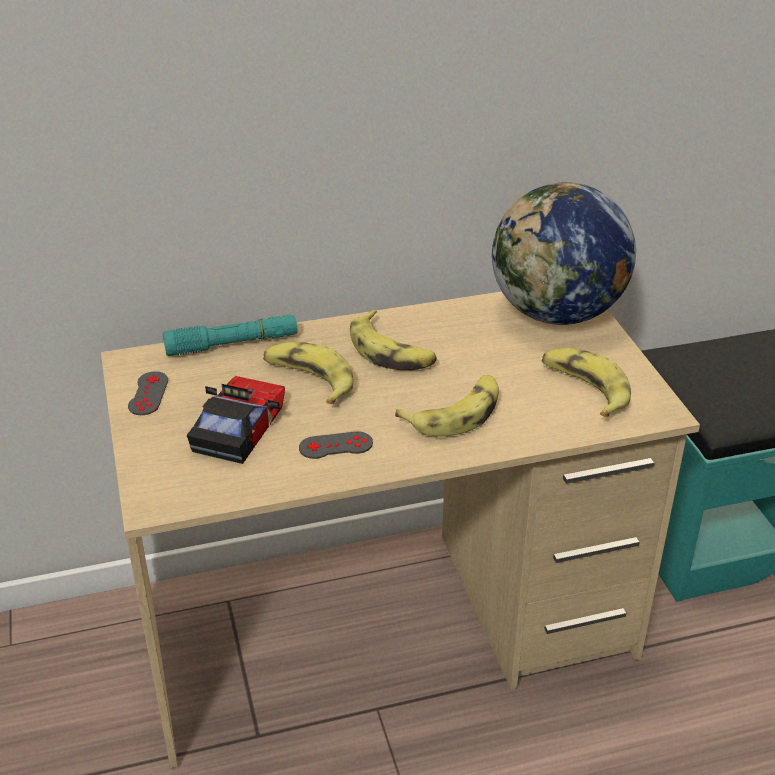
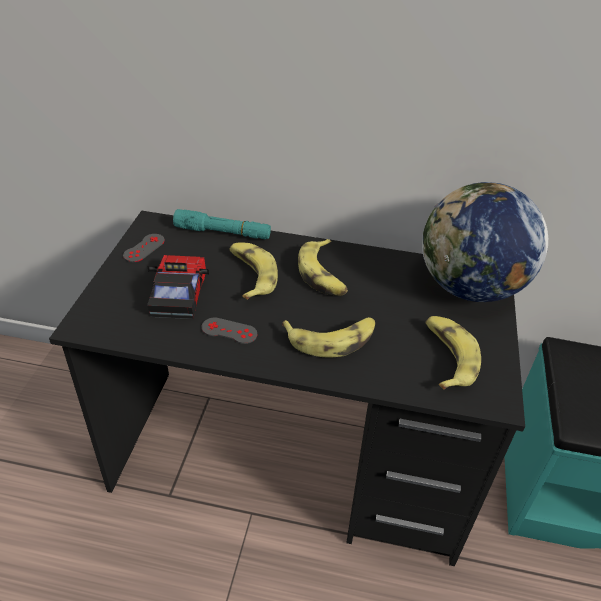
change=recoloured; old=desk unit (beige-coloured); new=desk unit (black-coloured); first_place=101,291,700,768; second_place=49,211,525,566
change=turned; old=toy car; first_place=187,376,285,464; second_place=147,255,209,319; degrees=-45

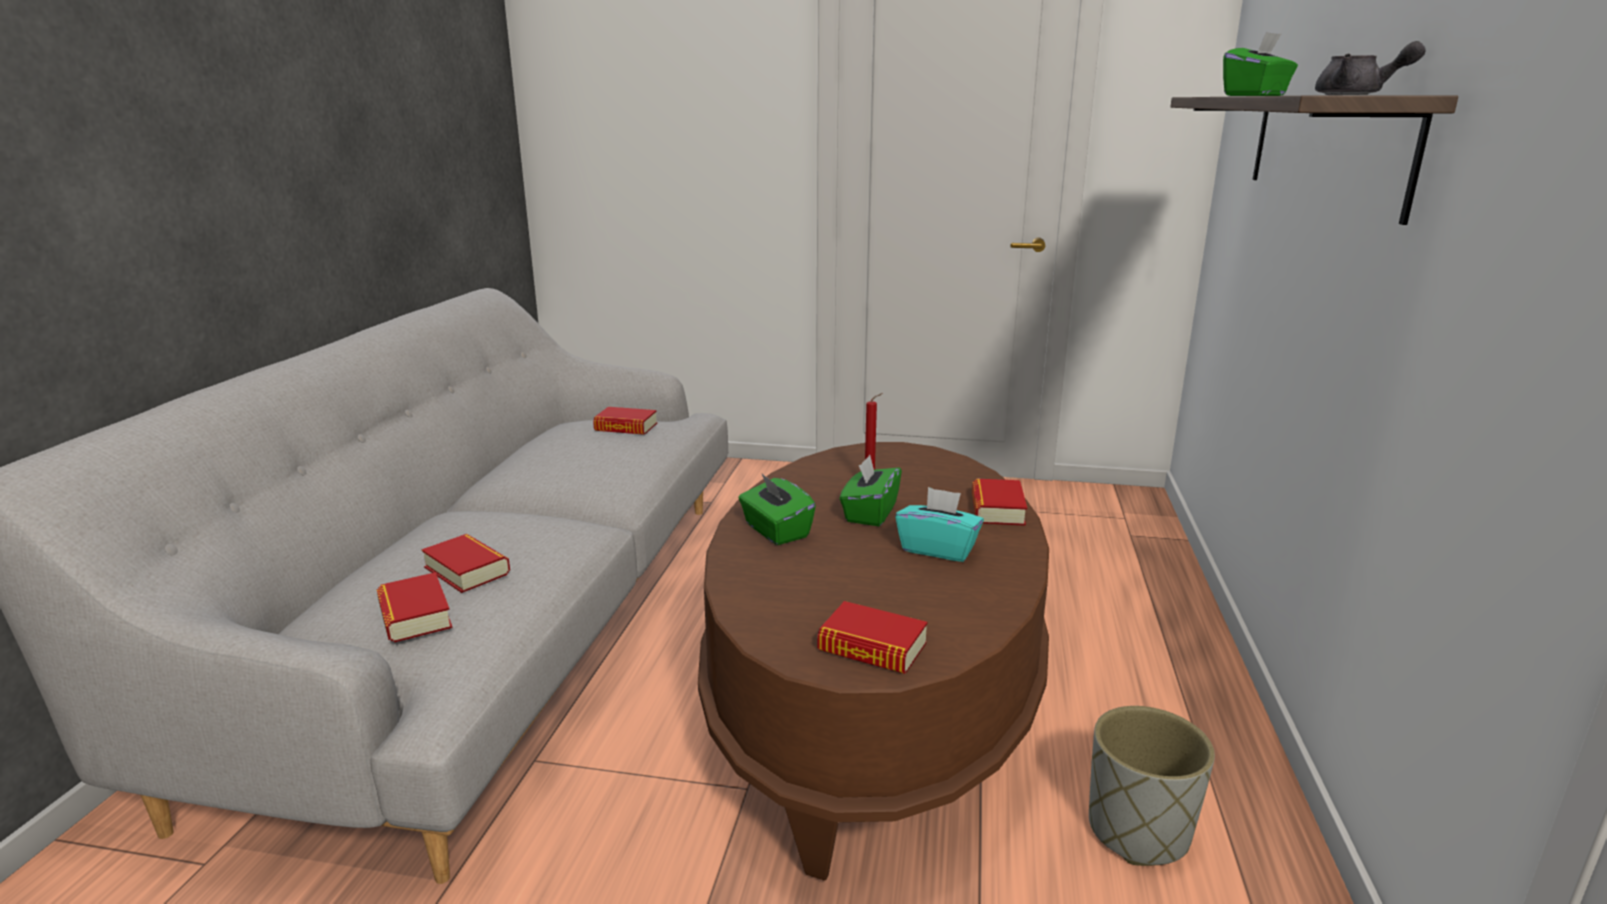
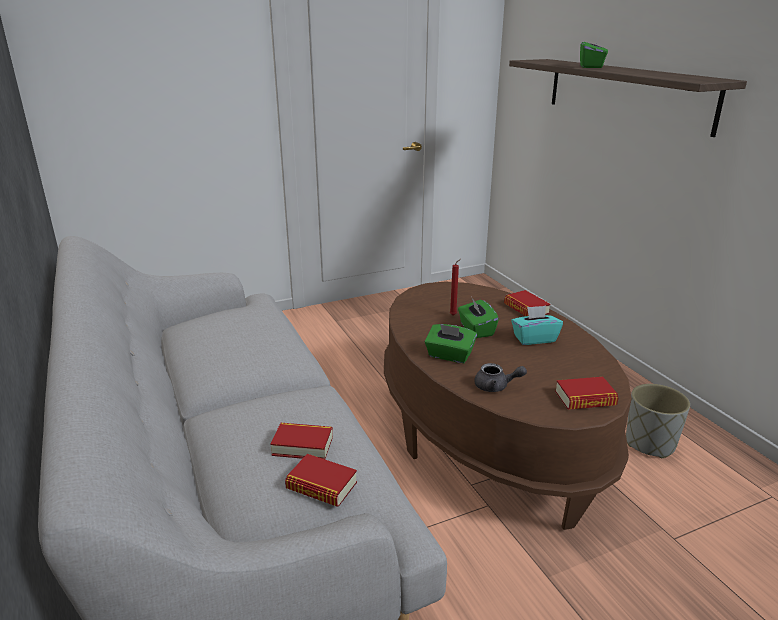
change=removed; old=book; first_place=593,407,657,435
change=moved; old=teapot (grey); first_place=1315,41,1426,95; second_place=474,363,527,392

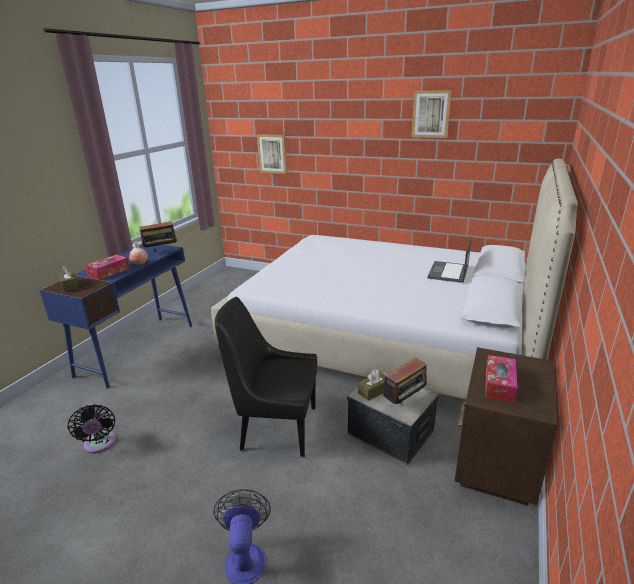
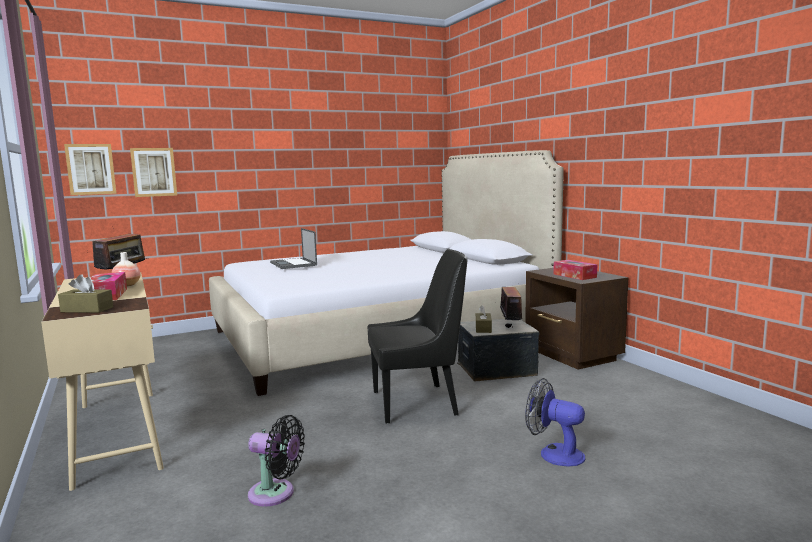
change=recoloured; old=desk unit (blue-coloured); new=desk unit (beige-coloured); first_place=40,245,192,389; second_place=41,272,164,491
change=turned; old=upright chair (black-coloured); first_place=215,297,317,457; second_place=368,249,467,424; degrees=-150
change=moved; old=wall picture; first_place=411,90,452,138; second_place=64,144,117,195
change=moved; old=portable computer; first_place=427,237,472,283; second_place=270,228,317,269

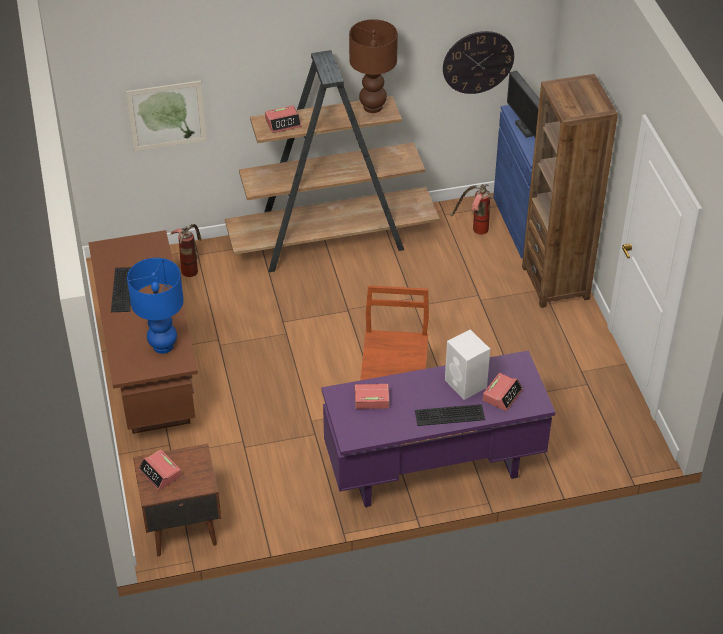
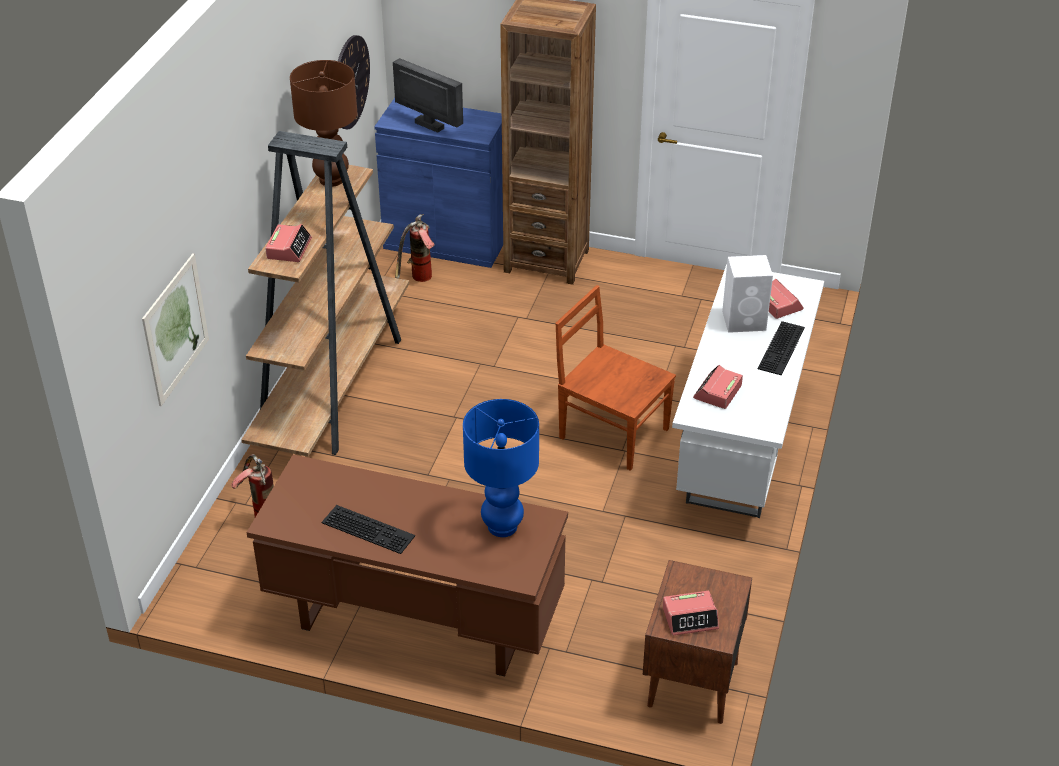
change=recoloured; old=desk unit (purple-coloured); new=desk unit (white); first_place=322,350,555,507; second_place=672,264,824,518
change=turned; old=computer display; first_place=507,71,540,138; second_place=393,58,463,133; degrees=-150

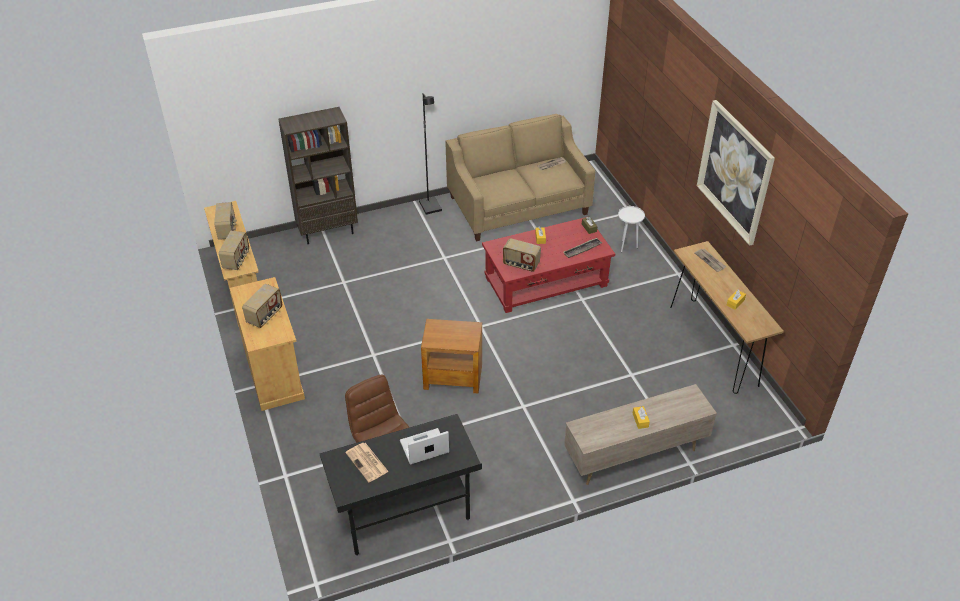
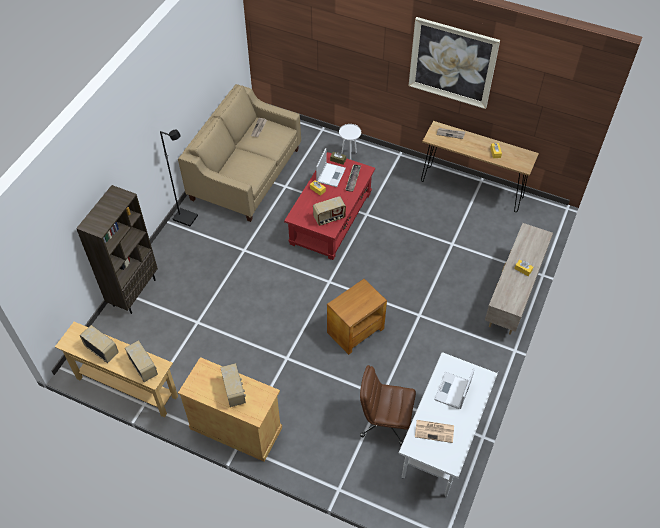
change=recoloured; old=desk unit (black-coloured); new=desk unit (white); first_place=320,414,482,556; second_place=399,352,498,497
change=added; new=portable computer; second_place=316,148,346,187

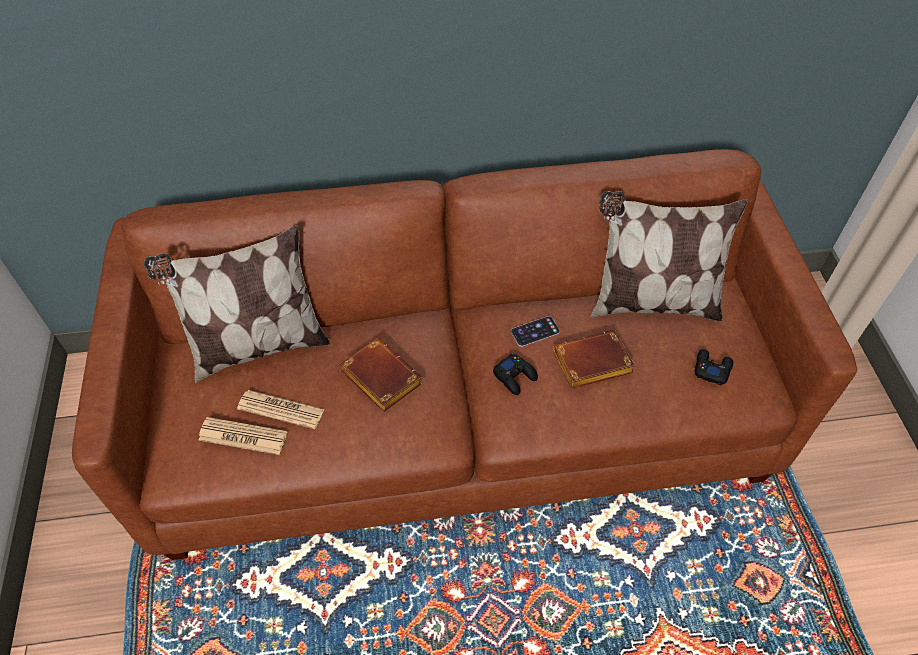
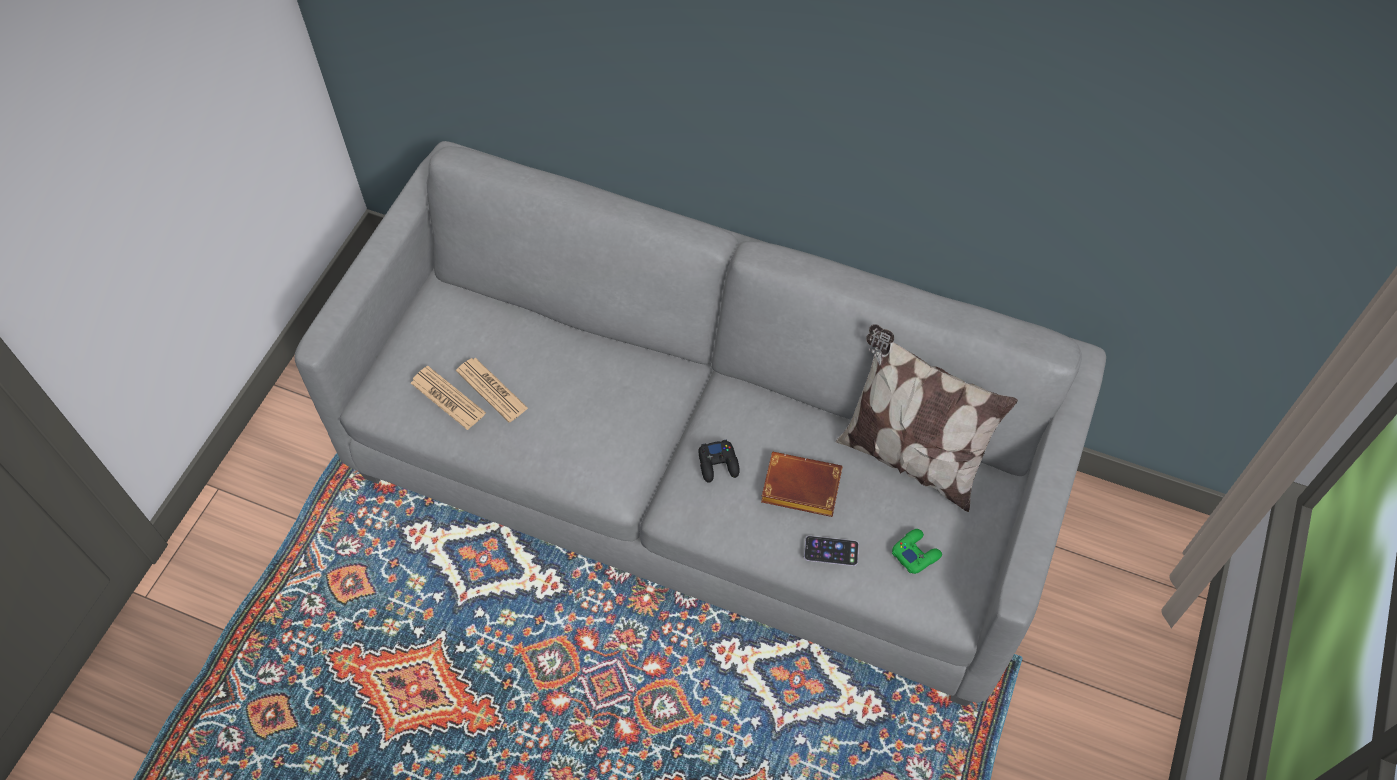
change=recoloured; old=settee (brown); new=settee (grey); first_place=72,149,857,560; second_place=295,141,1106,706
change=removed; old=pillow; first_place=143,225,330,383
change=removed; old=book (brown); first_place=340,338,423,412
change=moved; old=phone; first_place=511,316,560,347; second_place=804,536,859,566
change=recoloured; old=game controller (black-coloured); new=game controller (green-coloured); first_place=695,349,733,385; second_place=892,529,942,574

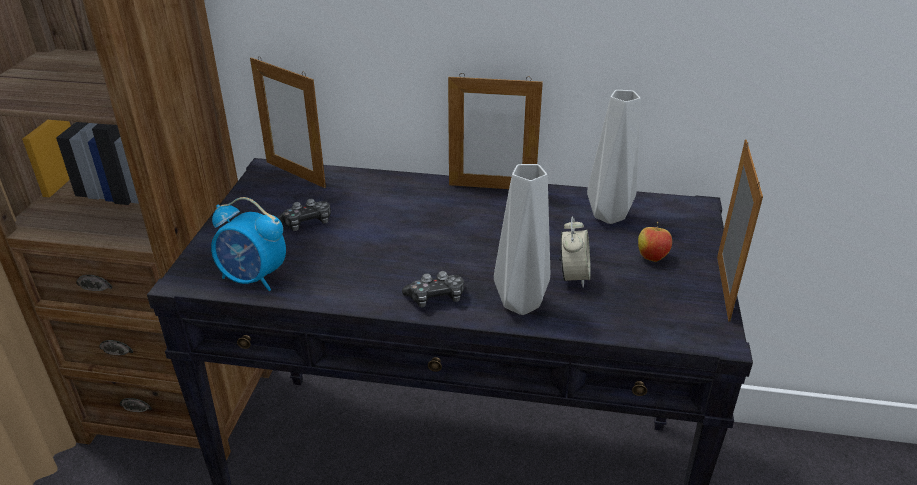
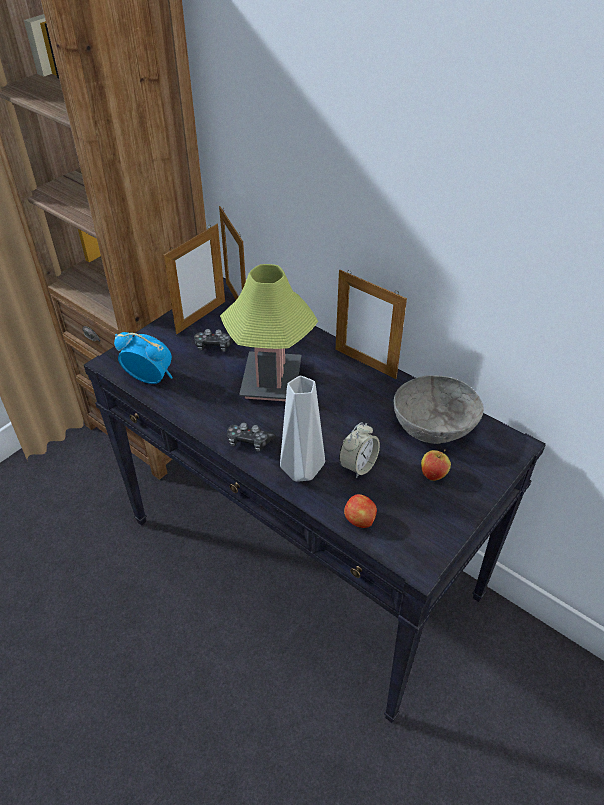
change=turned; old=bedside clock; first_place=211,197,286,291; second_place=114,332,173,384; degrees=150
change=replaced; old=flower vase (grey); new=serving bowl (grey); first_place=587,90,641,224; second_place=393,375,484,444
change=moved; old=picture frame; first_place=717,140,763,322; second_place=163,224,225,334
change=added; new=lamp for a table; second_place=220,264,318,401
change=added; new=apple; second_place=344,494,377,528

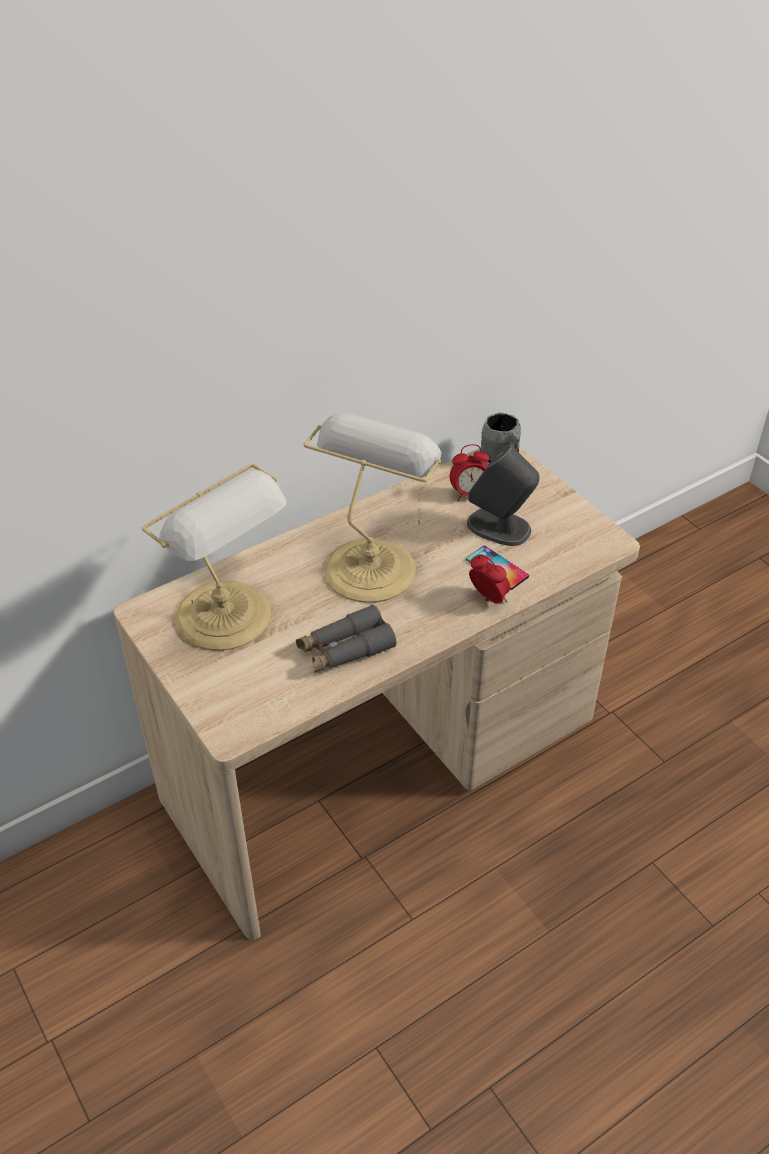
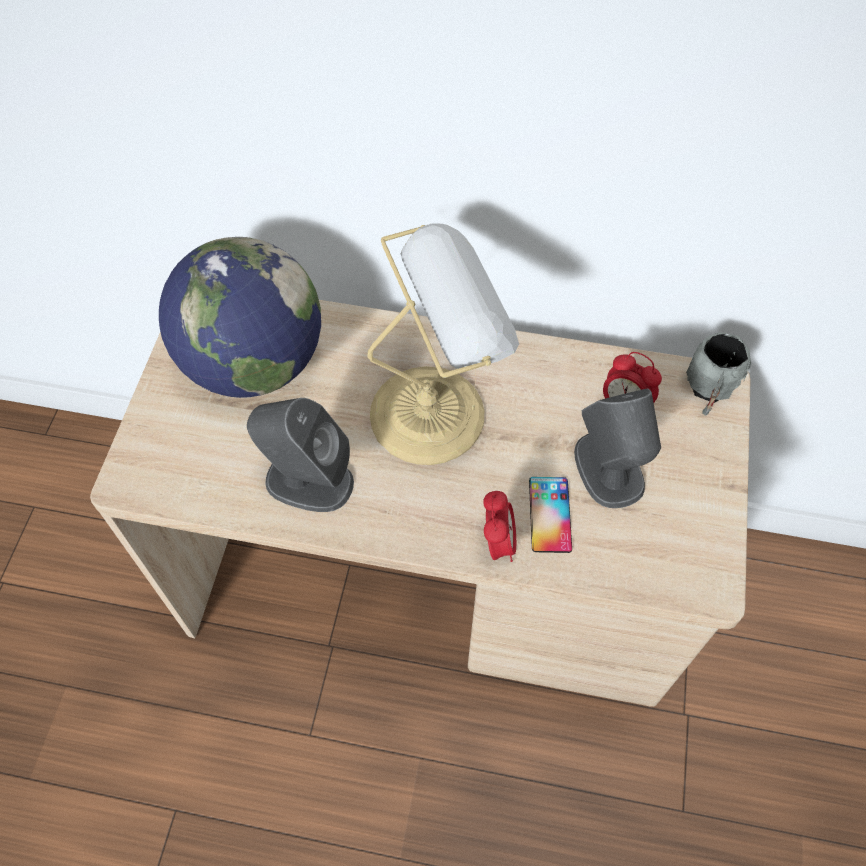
change=replaced; old=lamp for a table; new=desk globe; first_place=142,463,286,651; second_place=159,237,321,398
change=replaced; old=pair of binoculars (grey); new=loudspeaker (grey); first_place=296,605,397,673; second_place=247,398,354,512

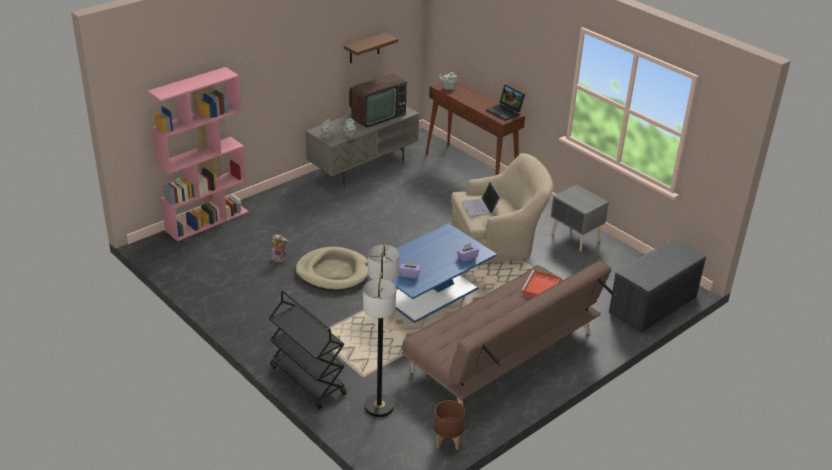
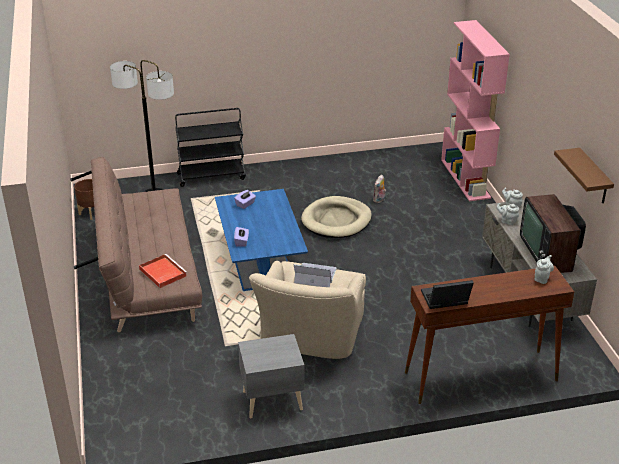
change=removed; old=long seat (grey); first_place=609,239,706,333

